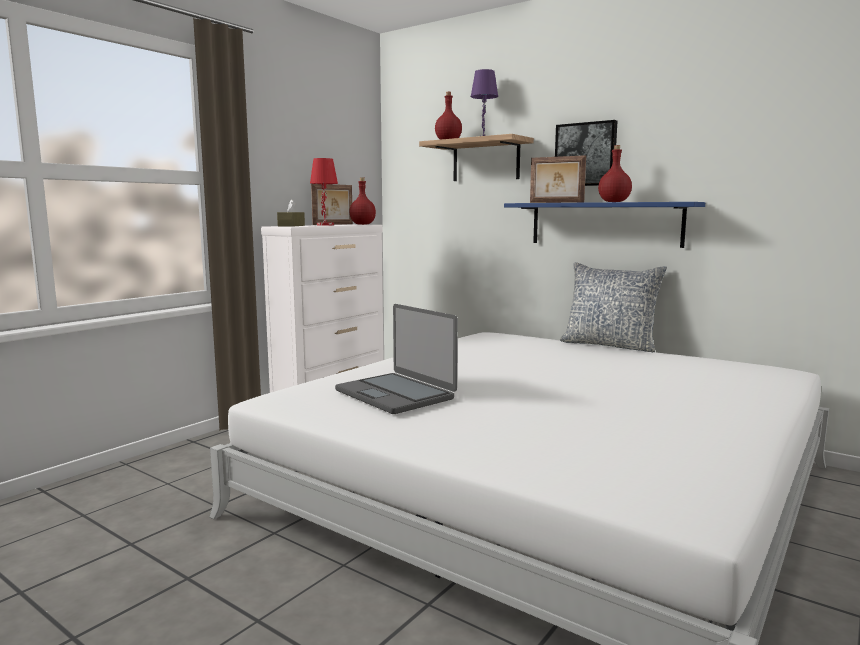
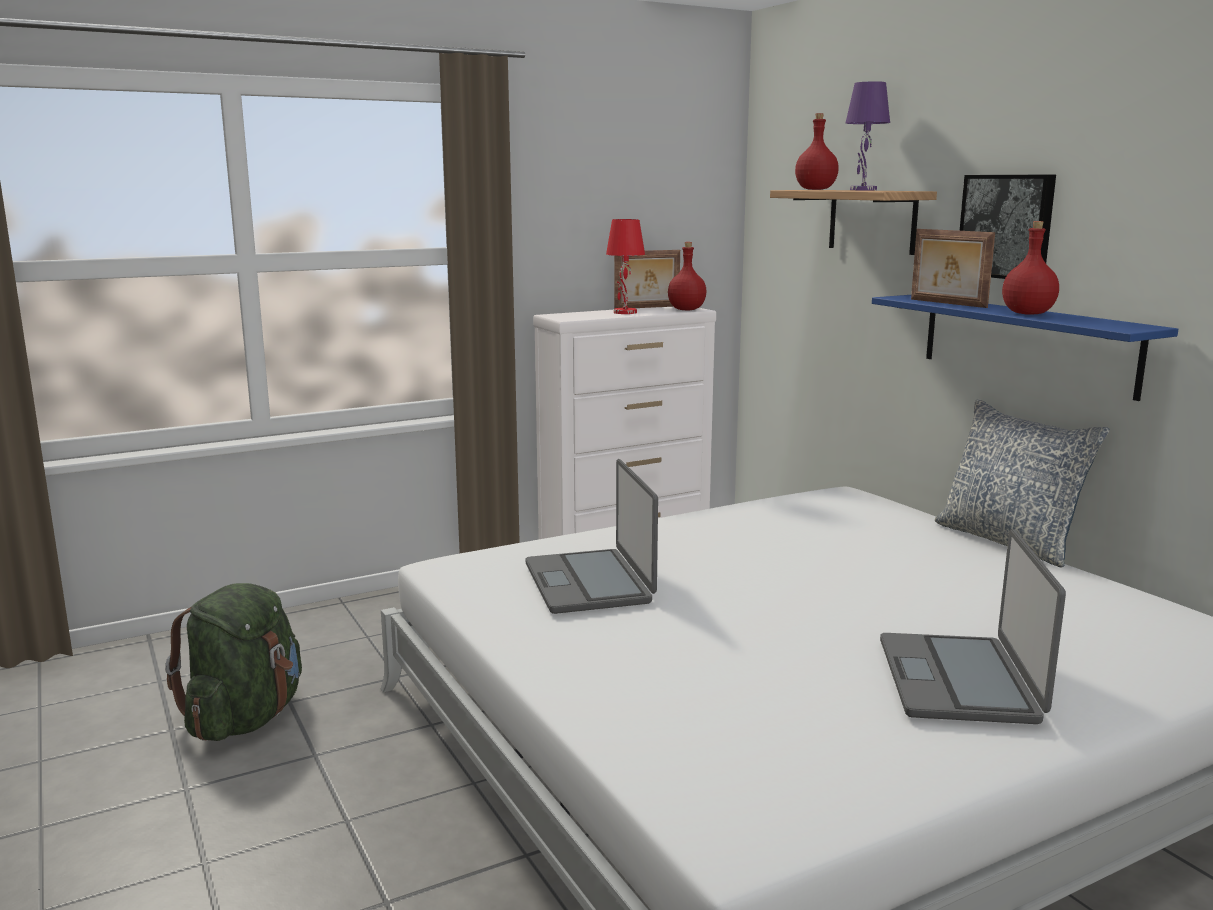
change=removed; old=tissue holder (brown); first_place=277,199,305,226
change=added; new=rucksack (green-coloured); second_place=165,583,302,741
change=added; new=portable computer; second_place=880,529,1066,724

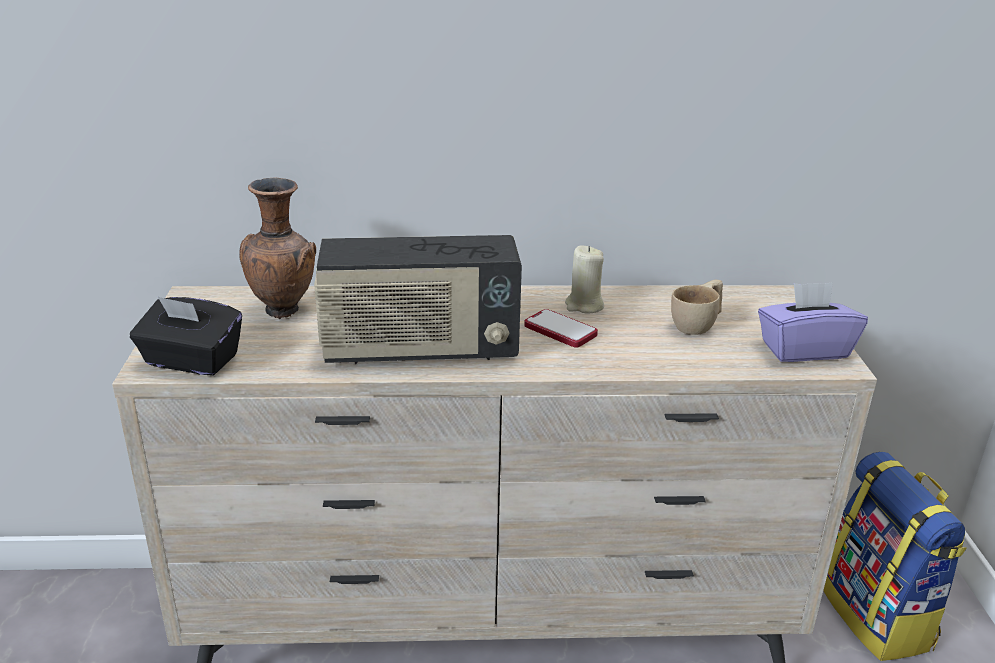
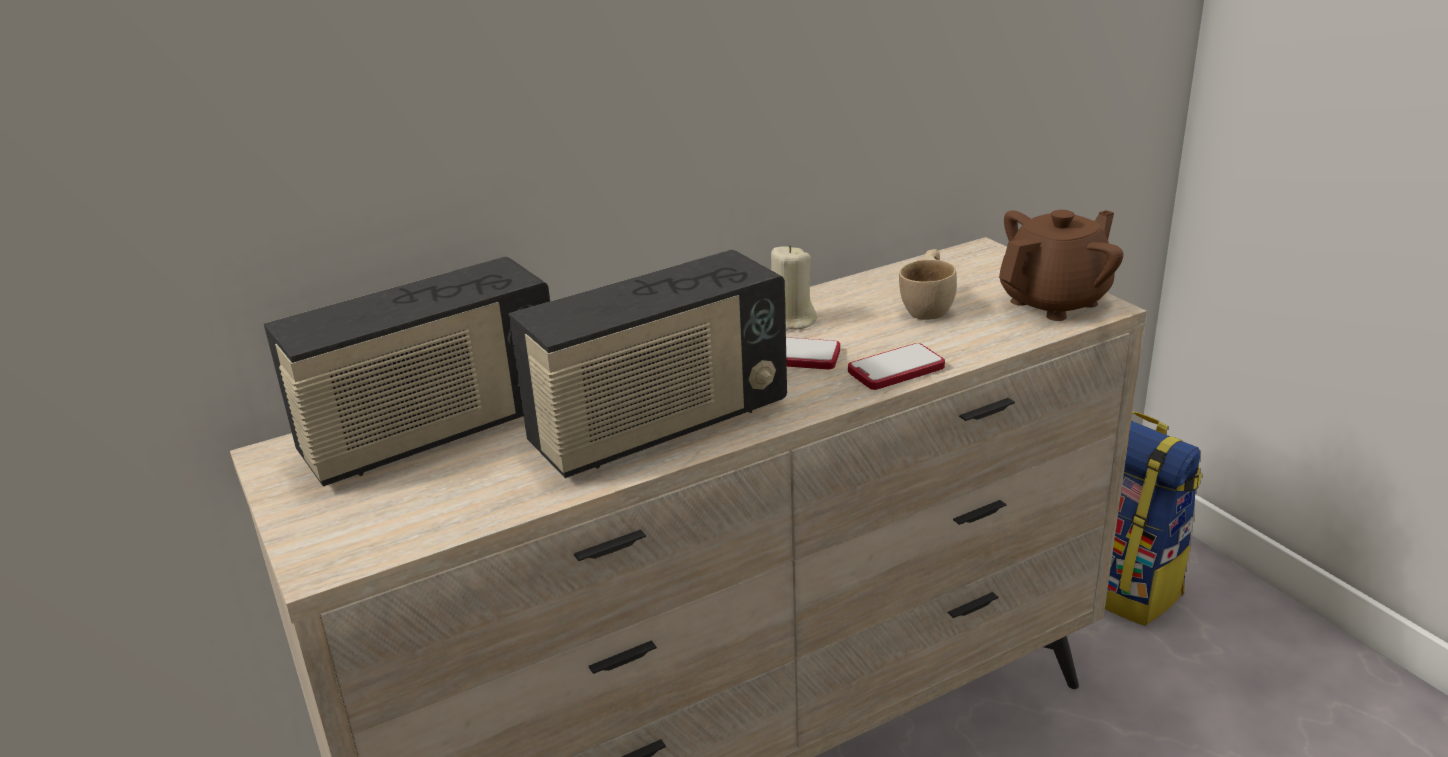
change=removed; old=tissue holder (black-coloured); first_place=130,296,242,376
change=replaced; old=flower vase (brown); new=radio receiver; first_place=239,177,316,319; second_place=264,257,550,486
change=replaced; old=tissue holder (purple-coloured); new=teapot (brown); first_place=758,282,868,362; second_place=999,210,1123,321
change=added; new=phone; second_place=848,343,945,390

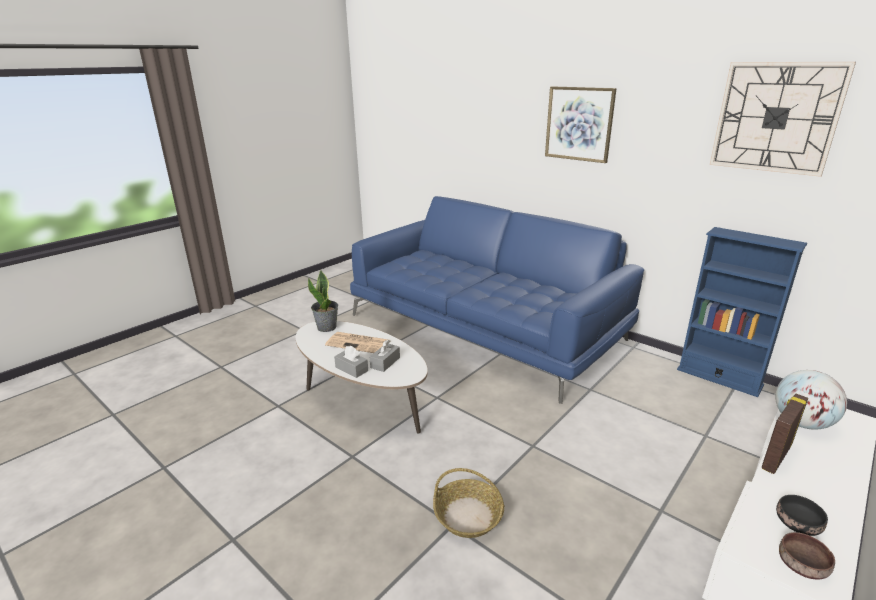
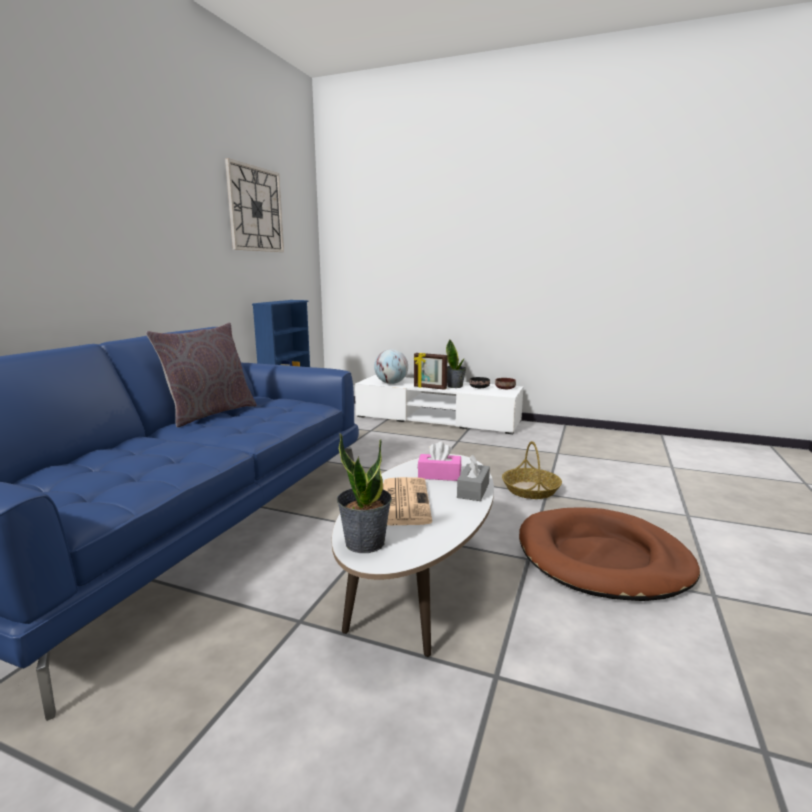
change=recoloured; old=tissue holder (grey); new=tissue holder (pinkish); first_place=370,340,400,372; second_place=418,441,461,481
change=removed; old=wall picture; first_place=545,86,617,163
change=added; new=pillow (grey); second_place=146,323,256,427
change=added; new=plant in a pot; second_place=446,339,466,388
change=added; new=dog cushion (brown); second_place=519,507,700,601

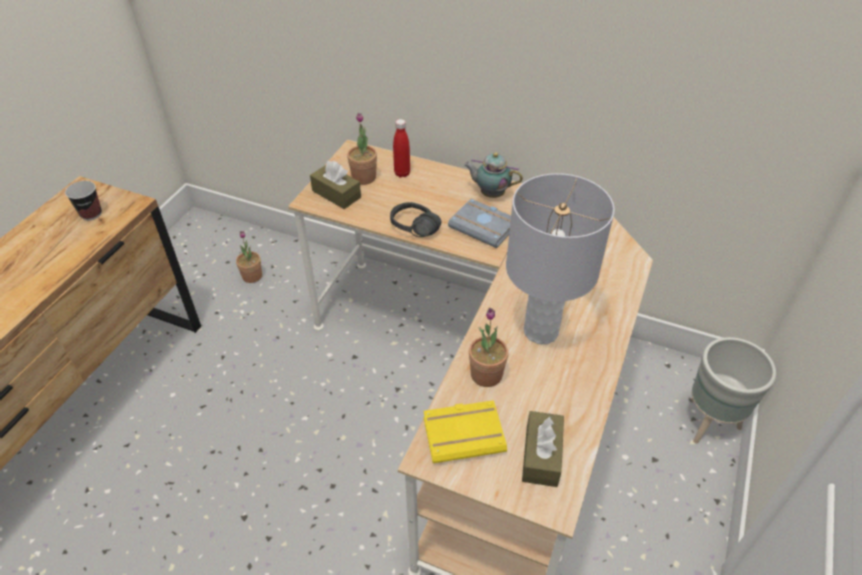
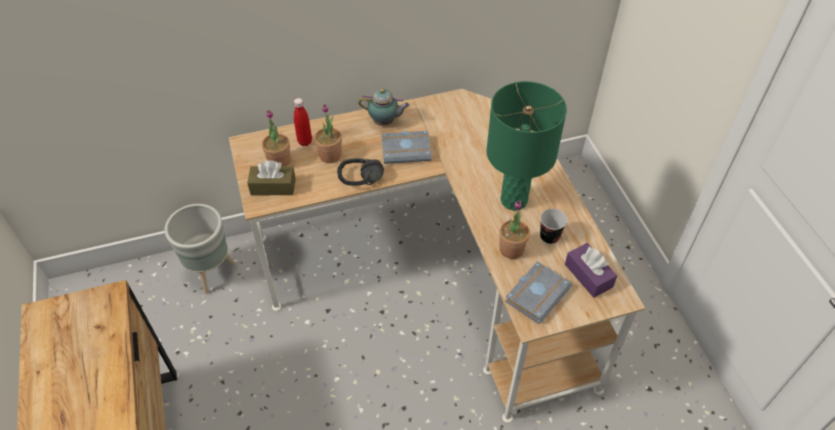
change=moved; old=drinking cup; first_place=65,181,102,220; second_place=540,208,568,244
change=moved; old=plant in a pot; first_place=236,231,262,283; second_place=314,104,342,163
change=recoloured; old=book (yellowish); new=book (grey); first_place=423,400,507,463; second_place=505,261,572,324
change=turned; old=teapot; first_place=464,152,523,198; second_place=358,88,410,126; degrees=-150
change=recoloured; old=lamp for a table (grey); new=lamp for a table (green-coloured); first_place=506,173,615,344; second_place=486,81,567,211
change=recoloured; old=tissue holder (brown); new=tissue holder (purple-coloured); first_place=522,411,564,487; second_place=565,243,617,298
change=moved; old=flower pot (grey); first_place=691,337,777,444; second_place=165,204,236,294

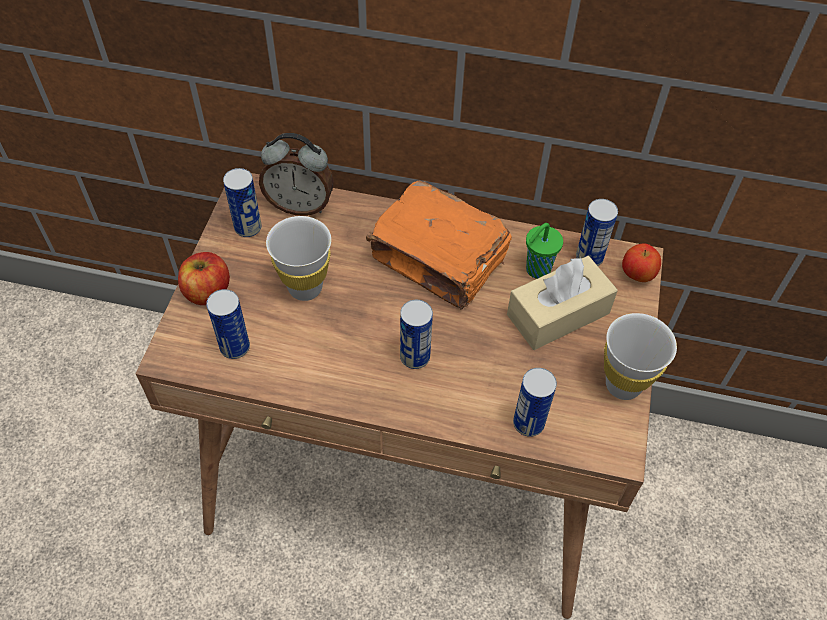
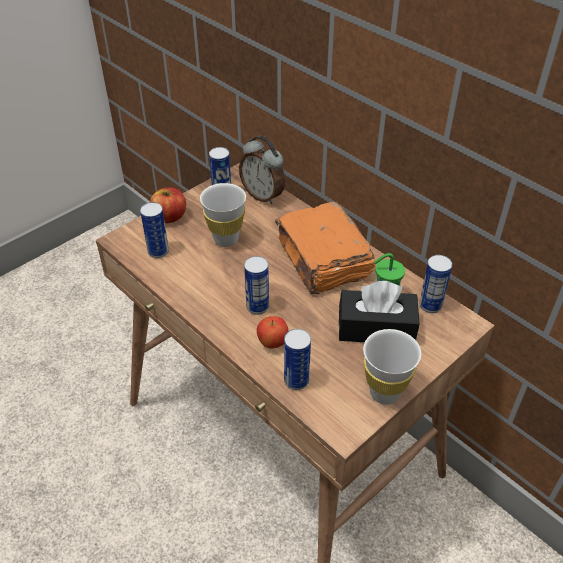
change=recoloured; old=tissue holder (beige-coloured); new=tissue holder (black-coloured); first_place=507,256,618,350; second_place=339,281,420,342
change=moved; old=apple; first_place=622,243,661,282; second_place=257,316,289,348

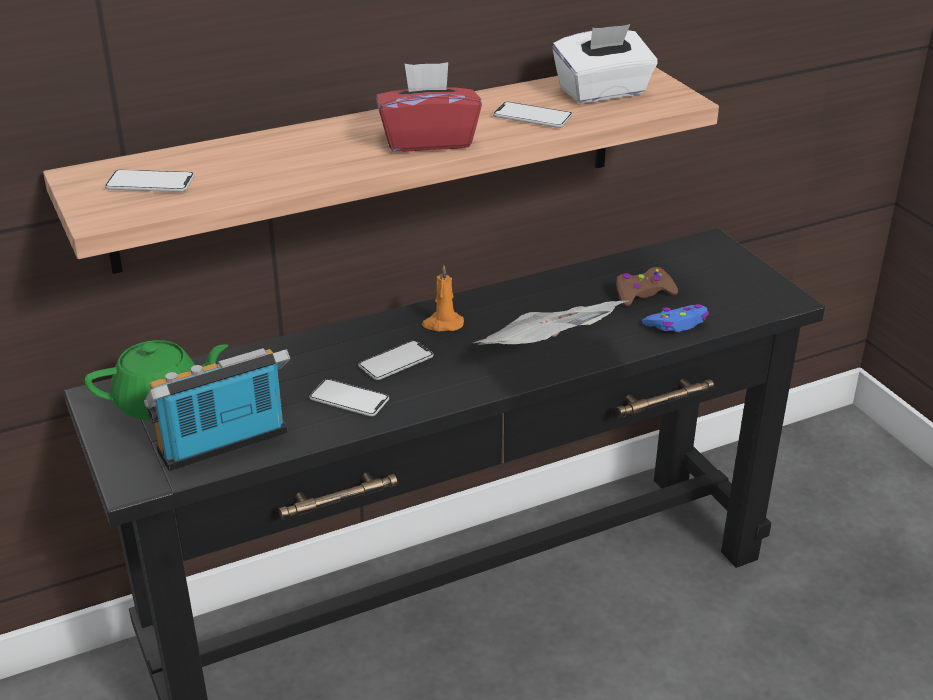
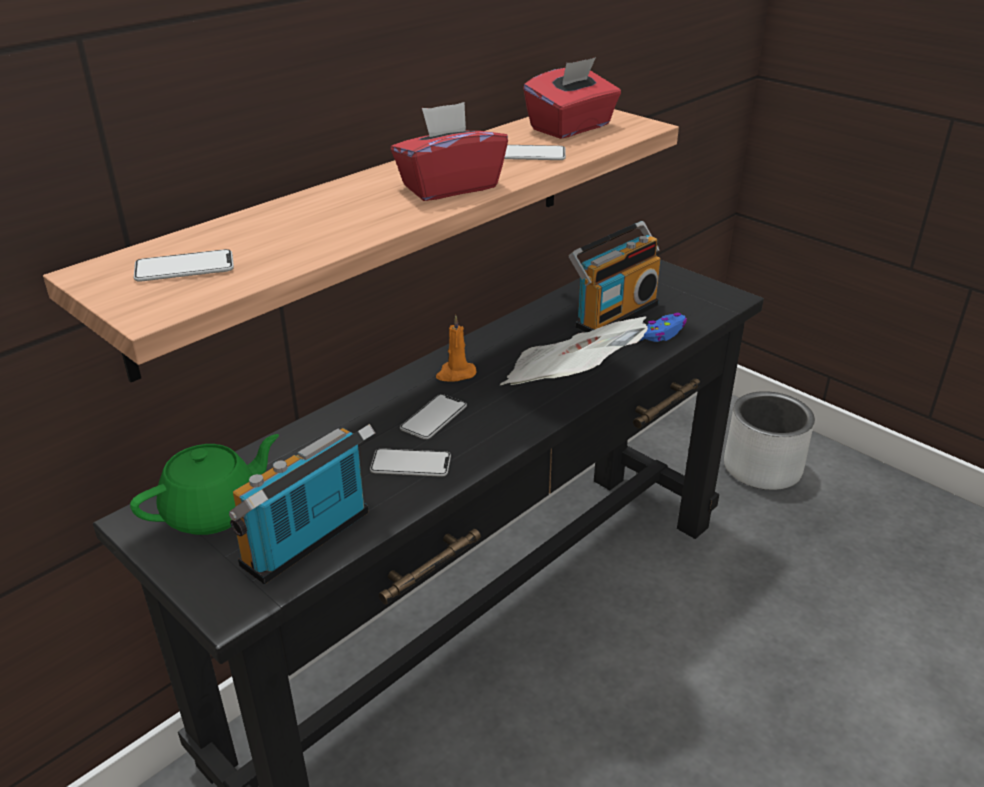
change=recoloured; old=tissue holder (white); new=tissue holder (reddish); first_place=552,24,657,103; second_place=523,57,621,139
change=replaced; old=game controller (brown); new=radio receiver; first_place=616,267,678,306; second_place=569,221,660,332
change=added; new=flower pot (grey); second_place=724,391,815,490

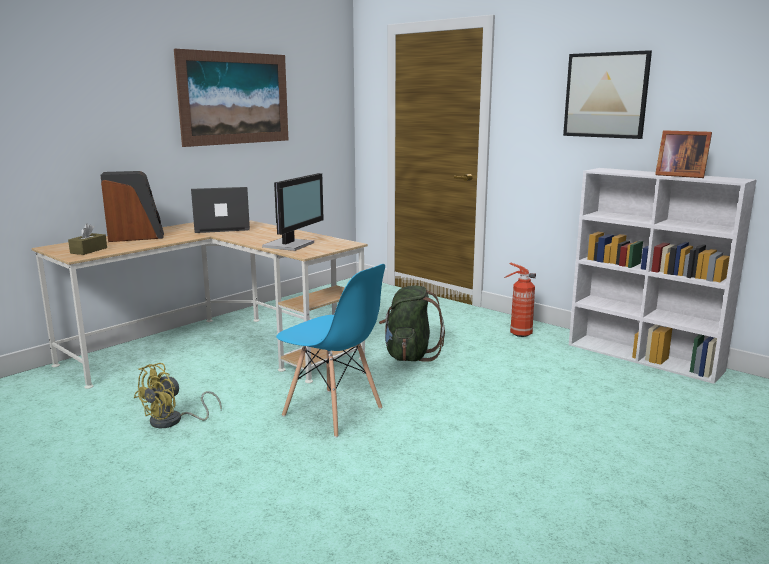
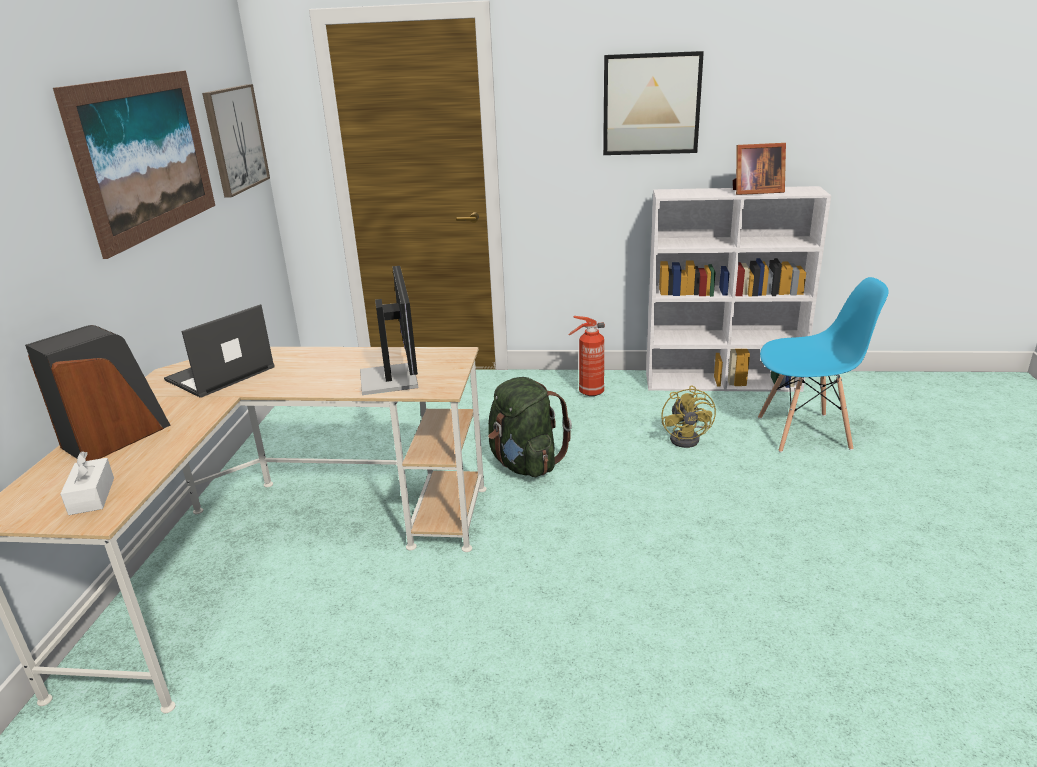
change=recoloured; old=tissue holder (brown); new=tissue holder (white); first_place=68,223,107,255; second_place=60,451,114,515
change=moved; old=cooling fan (yellowish); first_place=134,363,222,428; second_place=661,386,716,448
change=moved; old=upright chair (blue-coloured); first_place=276,264,385,438; second_place=758,277,889,452
change=added; new=wall picture; second_place=202,84,270,198

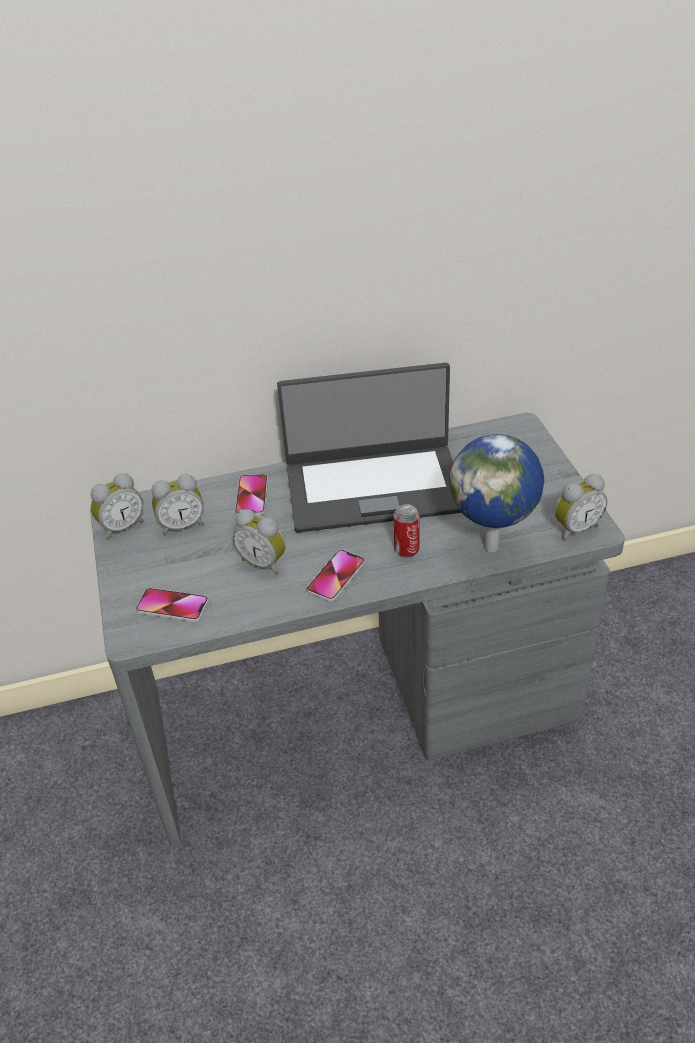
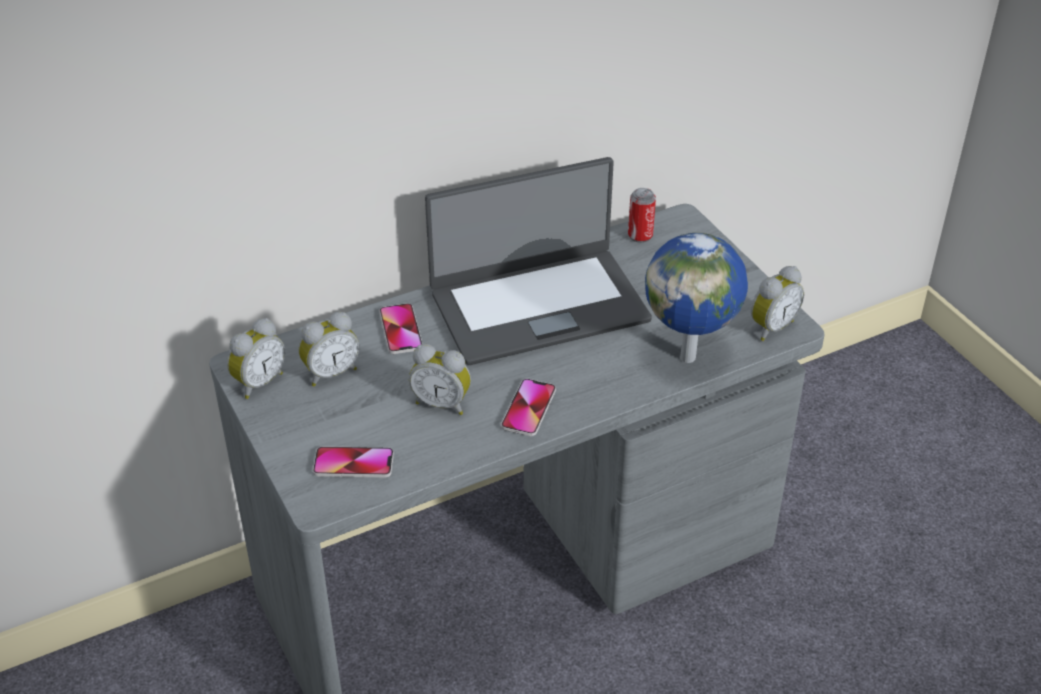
change=moved; old=can; first_place=394,504,419,557; second_place=628,188,656,243

